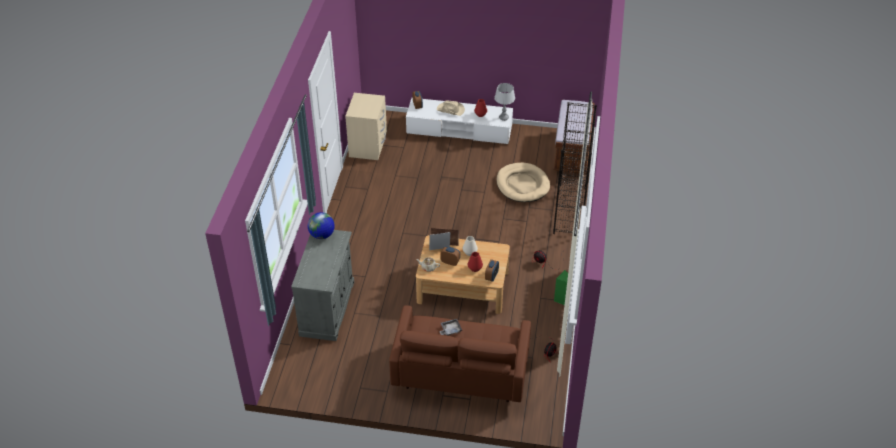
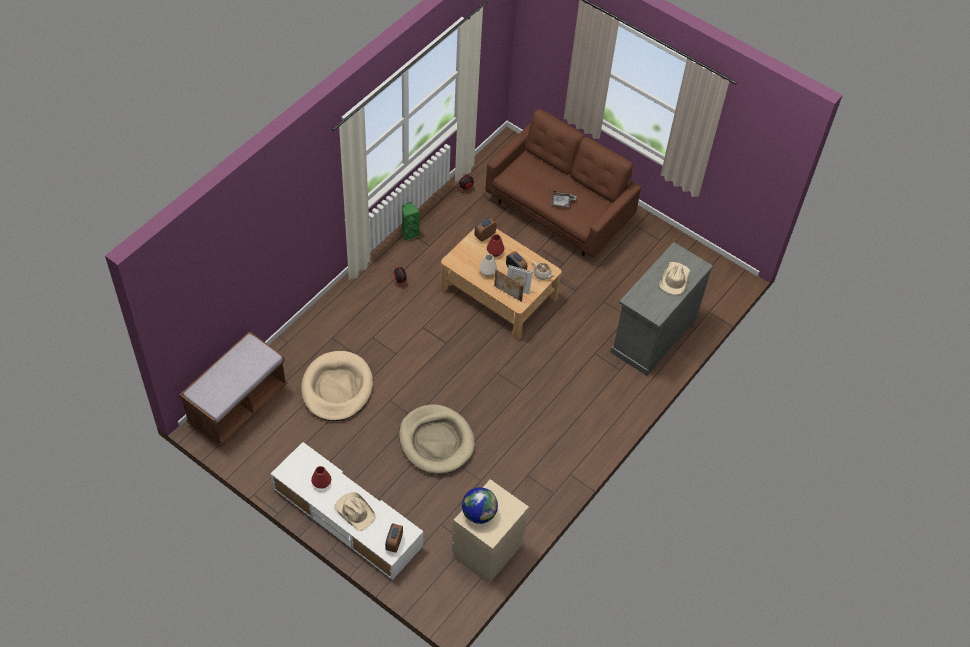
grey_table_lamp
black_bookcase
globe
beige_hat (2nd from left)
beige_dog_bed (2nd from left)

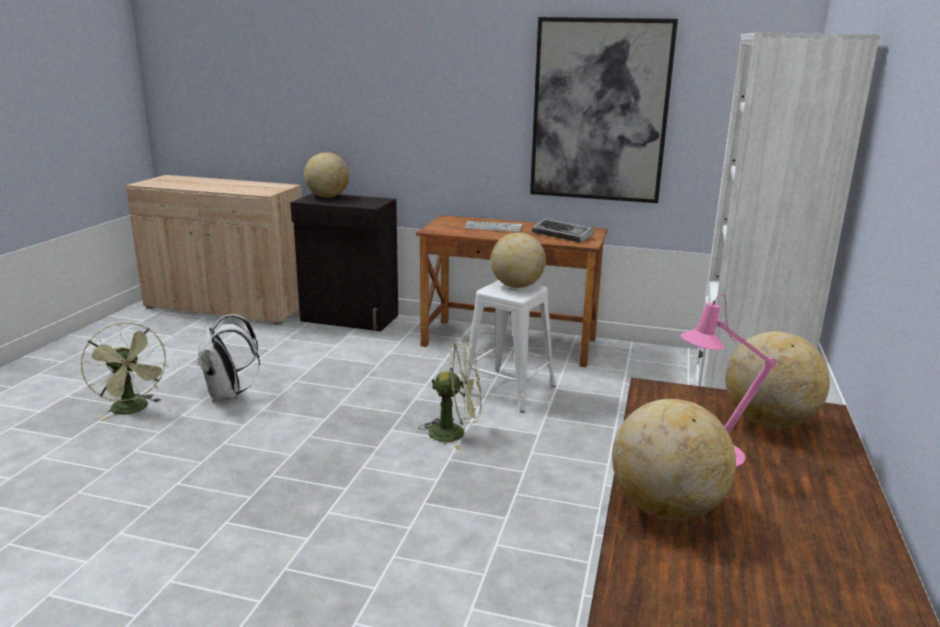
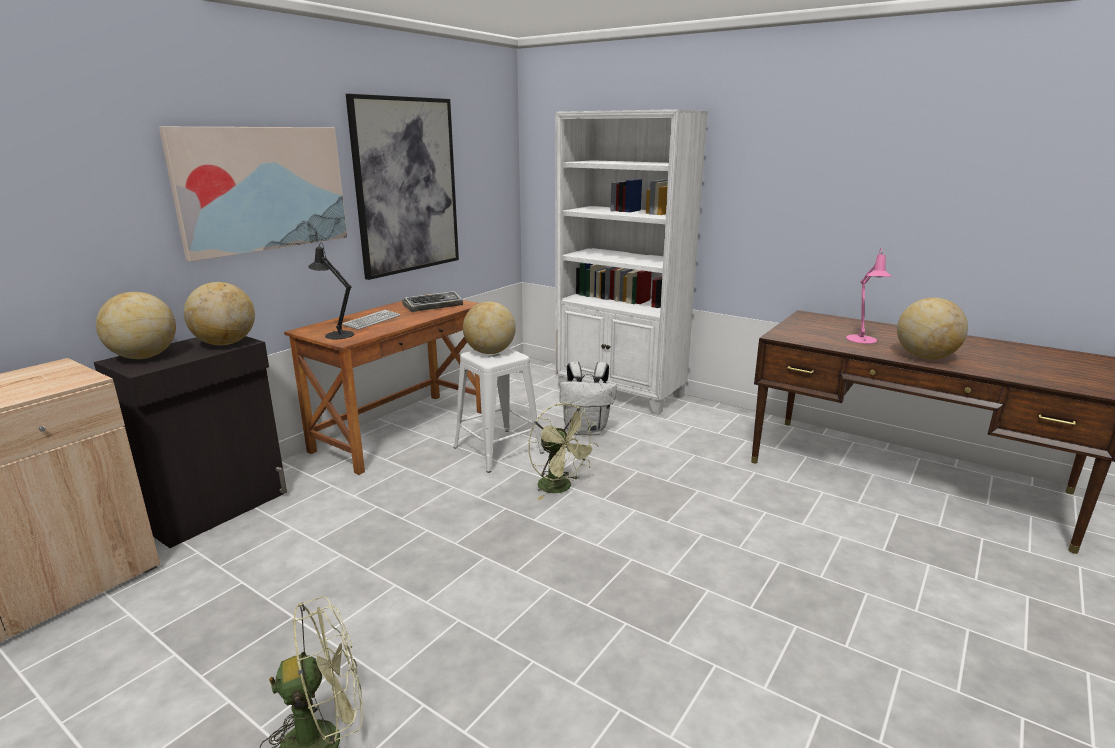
white_backpack
globe (2nd from left)
green_fan (2nd from left)
picture (1st from left)
black_table_lamp

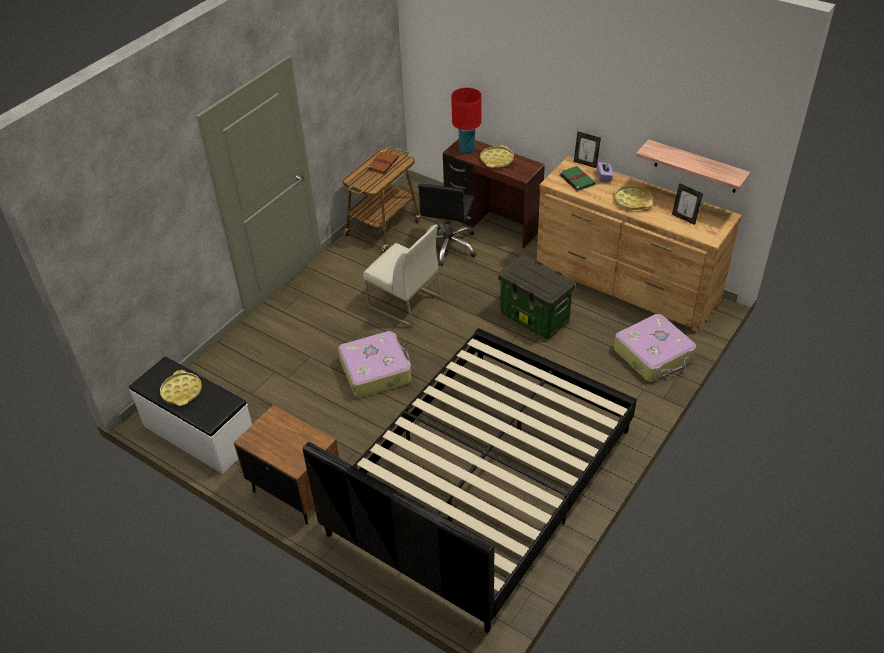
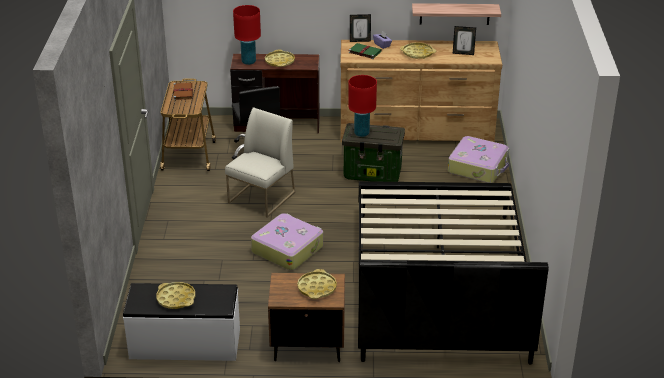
white_chair
red_table_lamp (2nd from left)
yellow_tray (3rd from left)

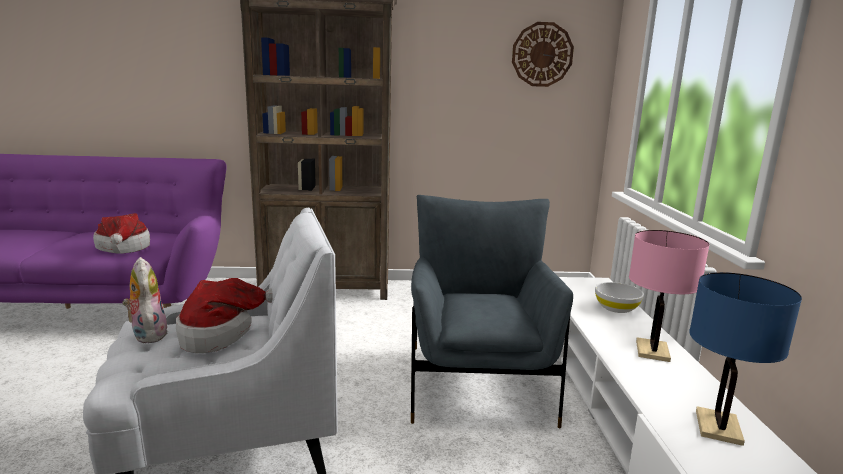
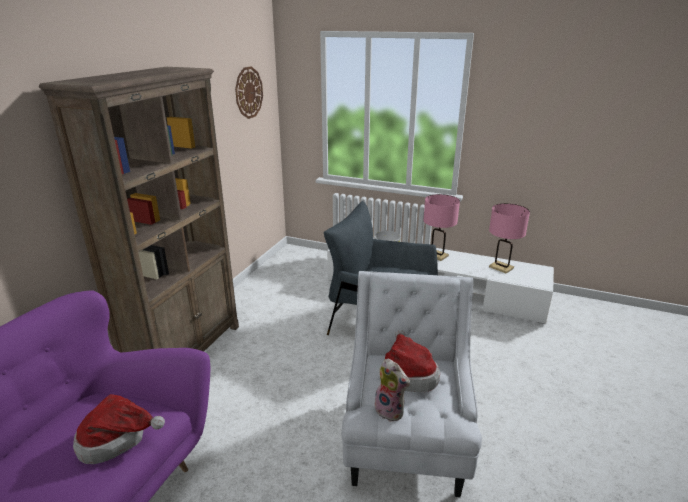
plush_toy
pink_table_lamp (2nd from left)

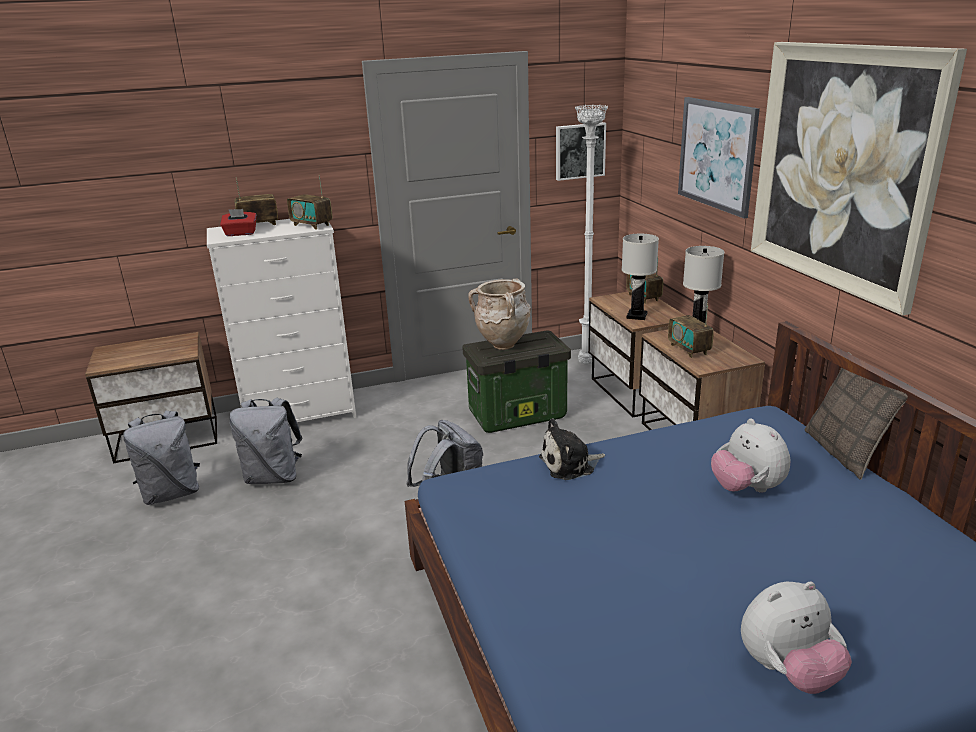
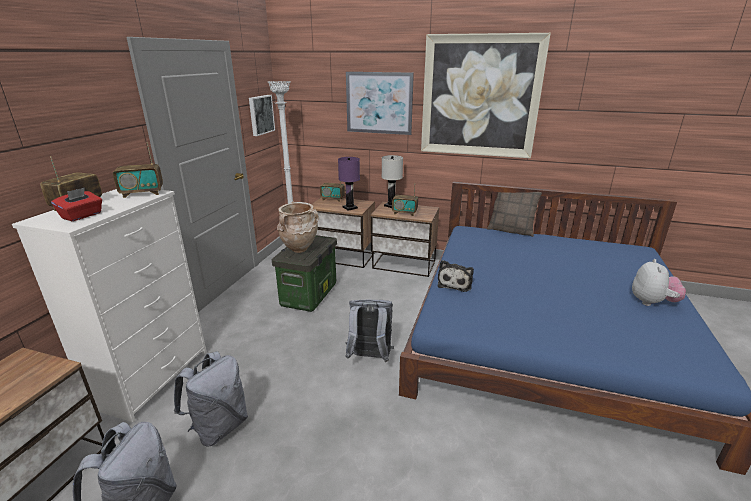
purple_table_lamp
plush_toy (2nd from left in the first image)

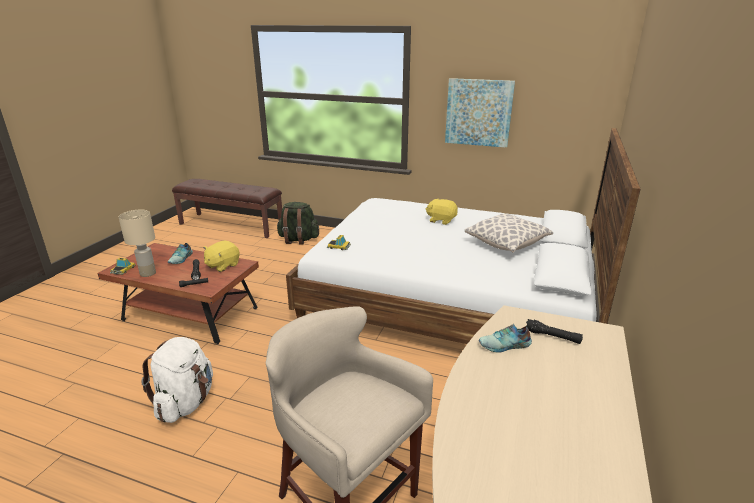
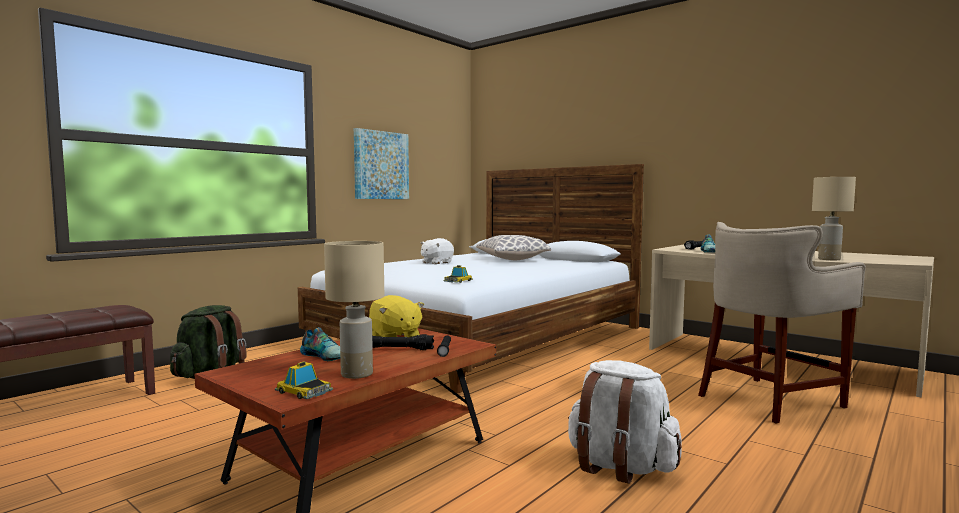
white_plush_toy
beige_table_lamp (2nd from left)

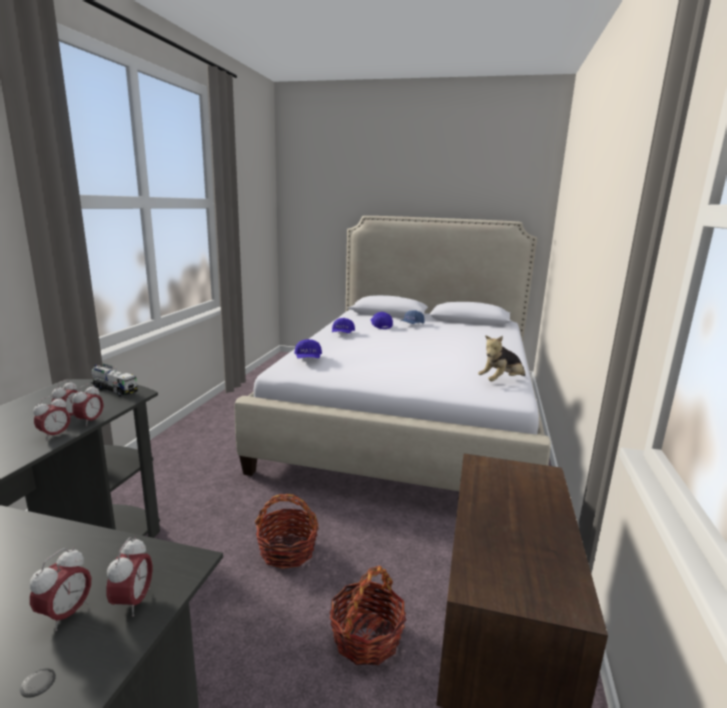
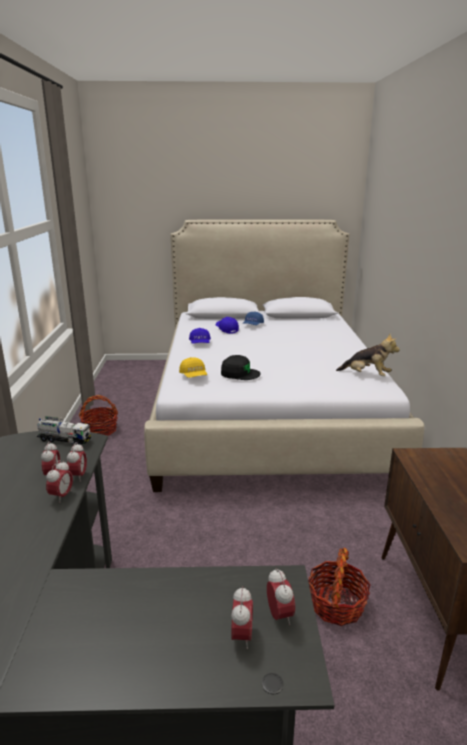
plush_toy
yellow_cap
basket (1st from left)
black_cap

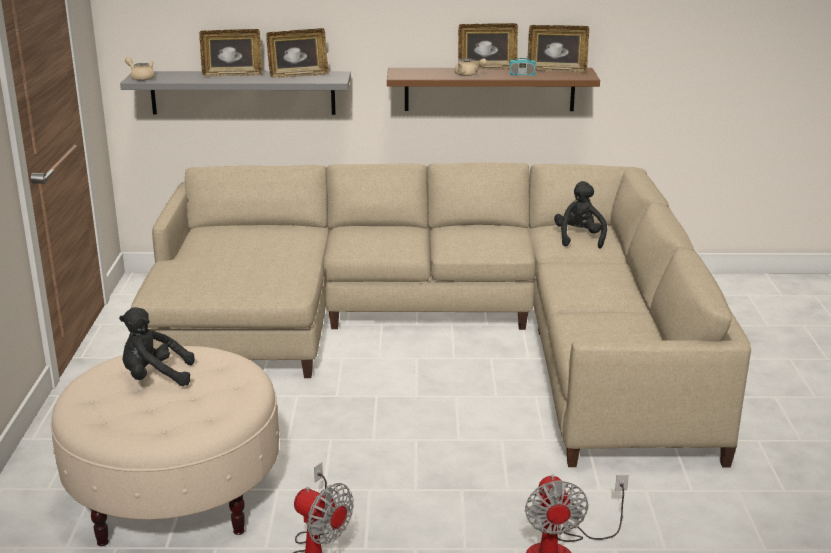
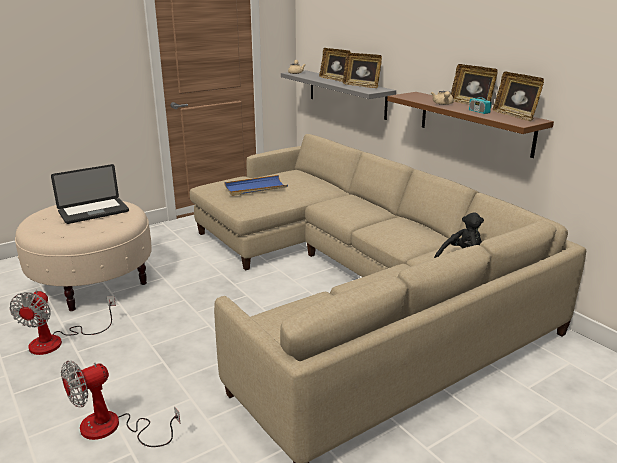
laptop
blue_tray

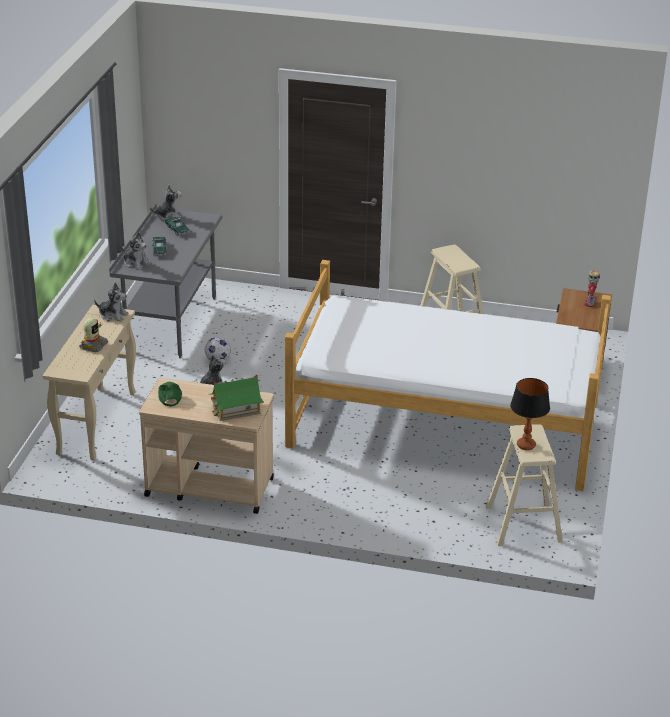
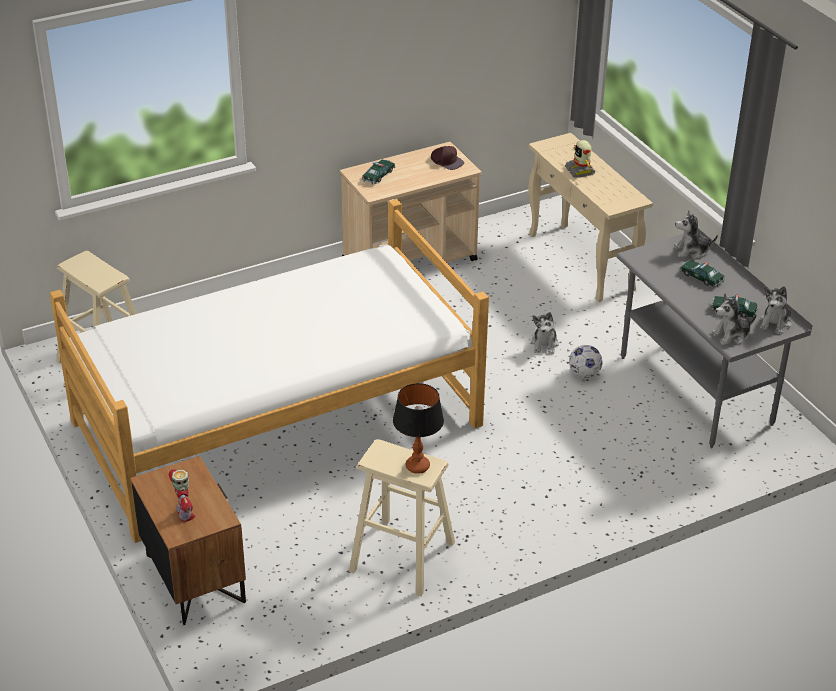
plush_toy (3rd from left)
toy_car (1st from left)
table_lamp
brown_cap

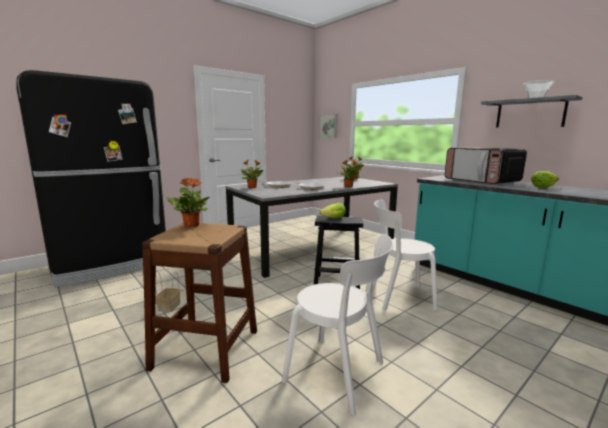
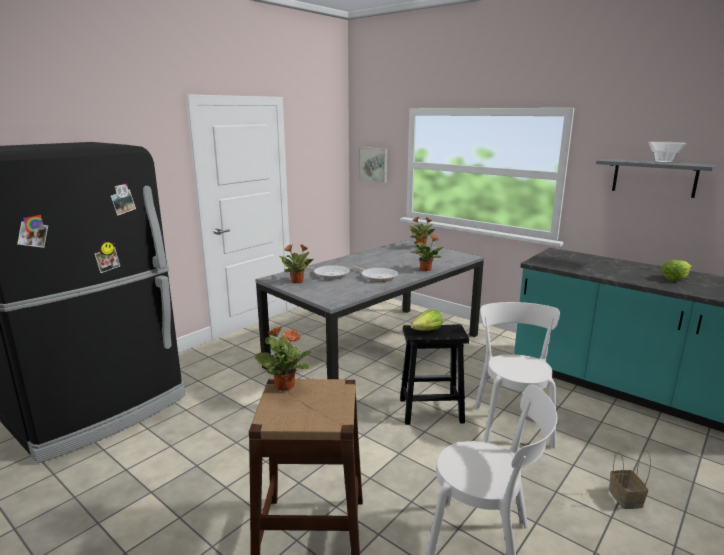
microwave
white_chair (2nd from left)
basket

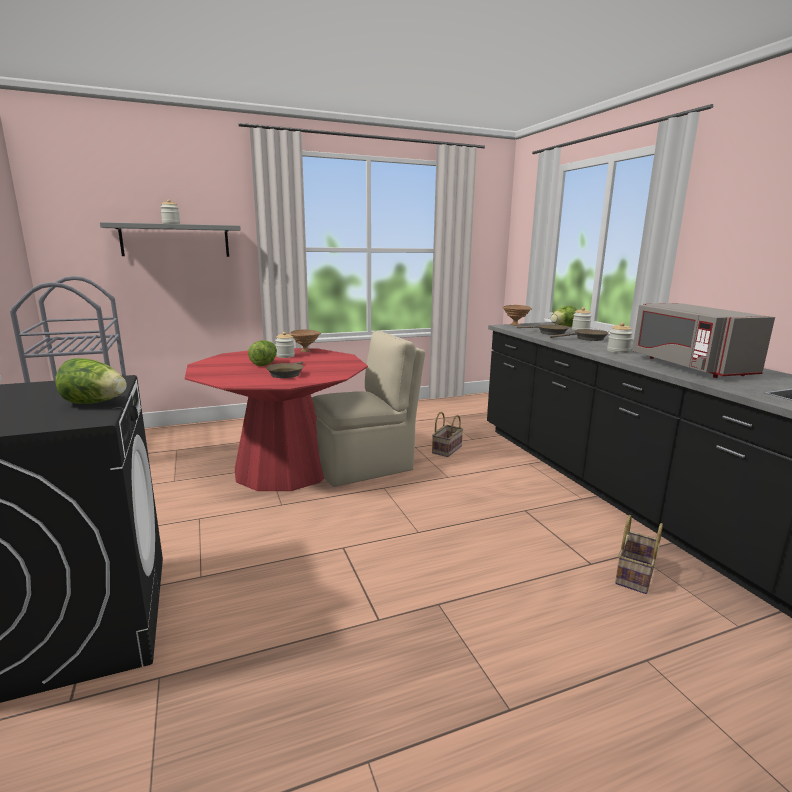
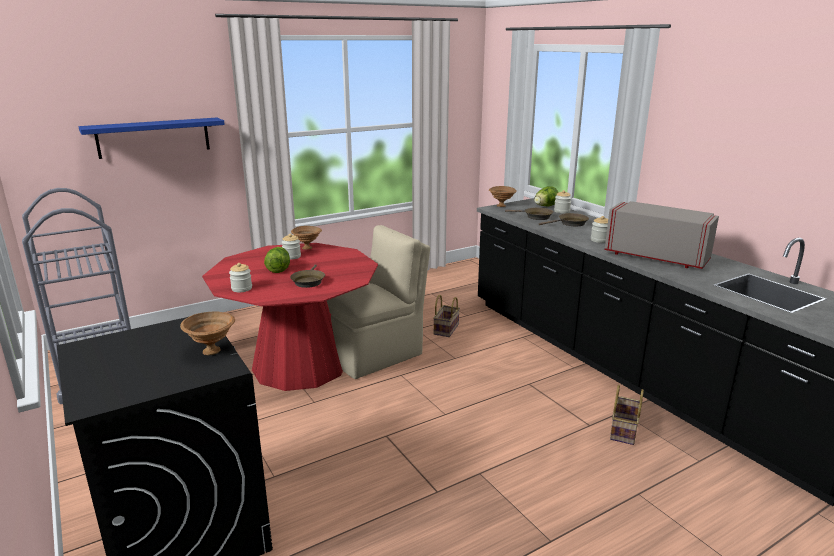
jar (1st from left)
blue_shelf
grey_microwave
brown_bowl (1st from left)

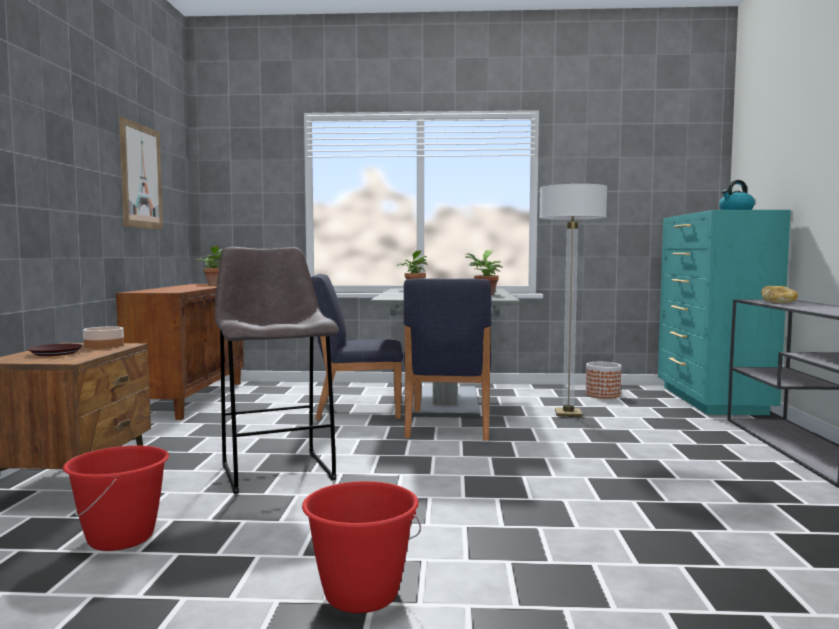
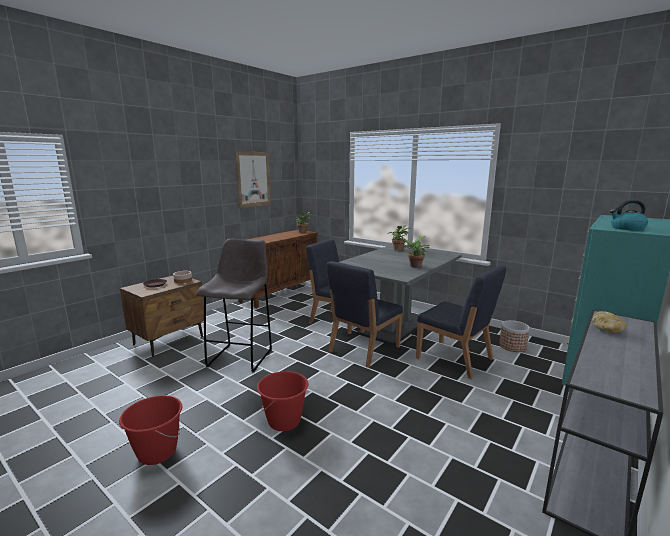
blue_chair (3rd from left)
red_bucket (2nd from left)

